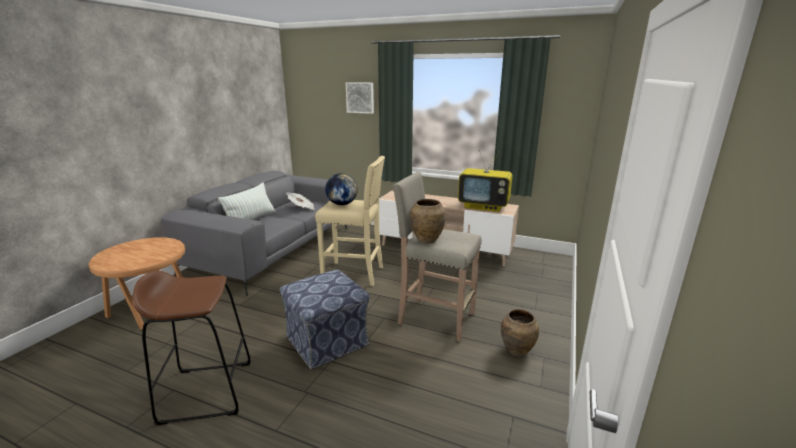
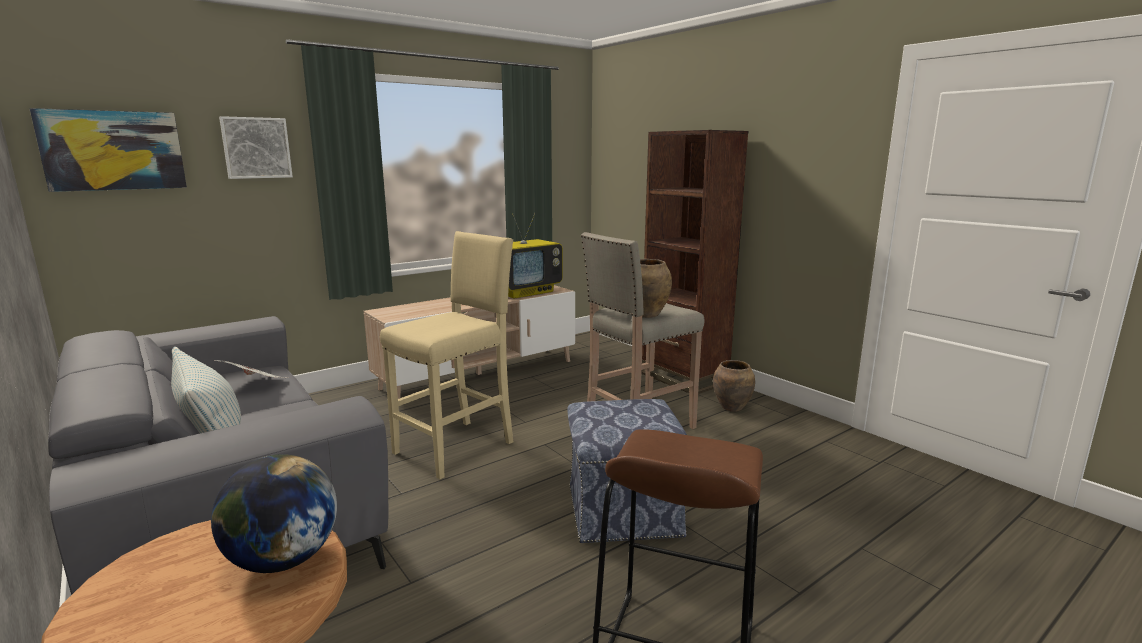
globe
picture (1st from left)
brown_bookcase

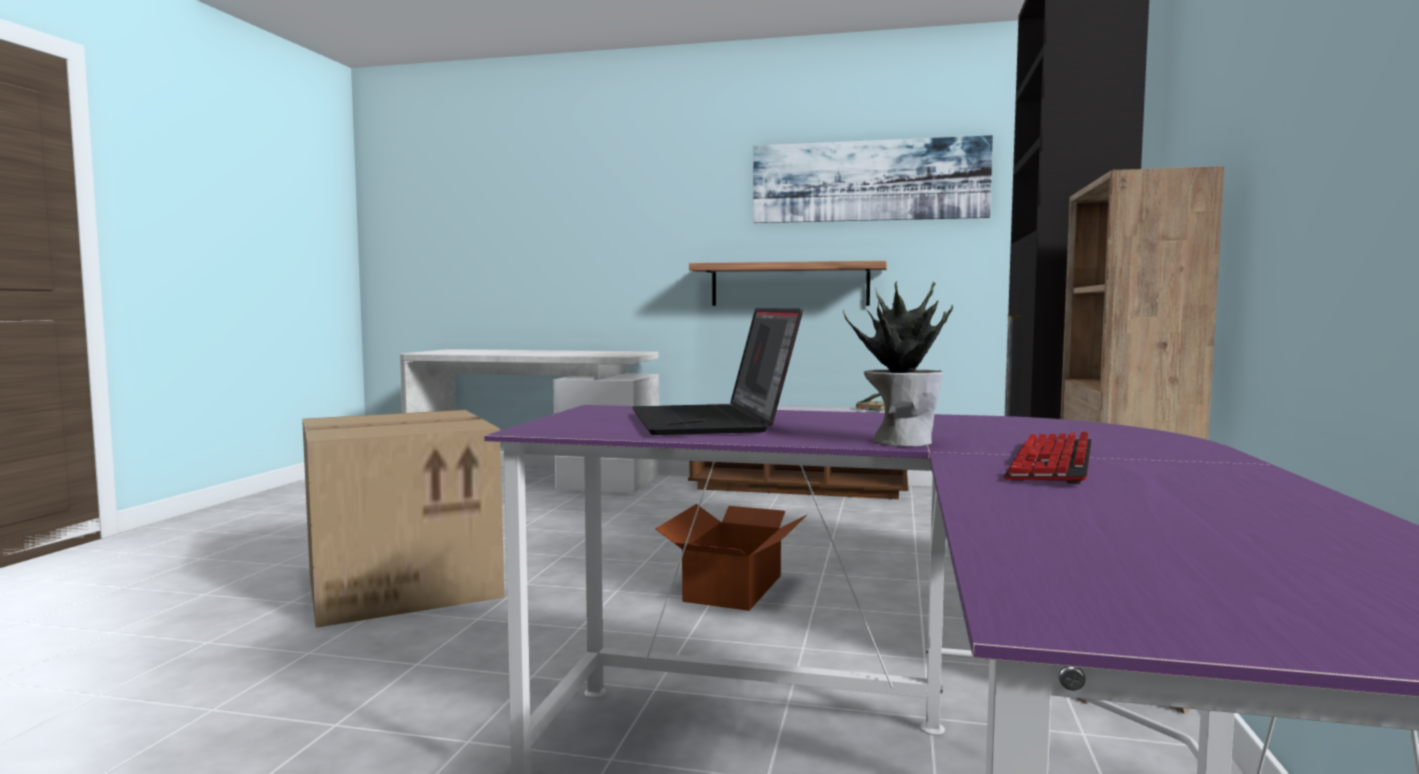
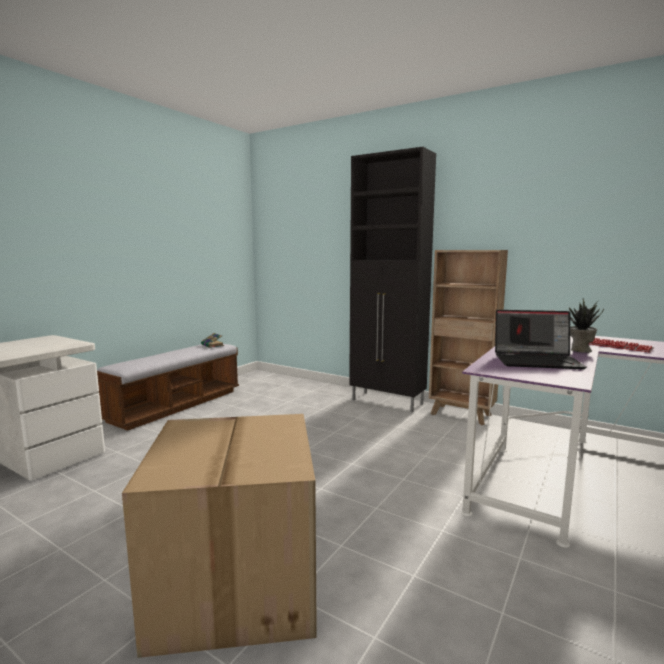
picture
shelf
cardboard_box (2nd from left in the first image)

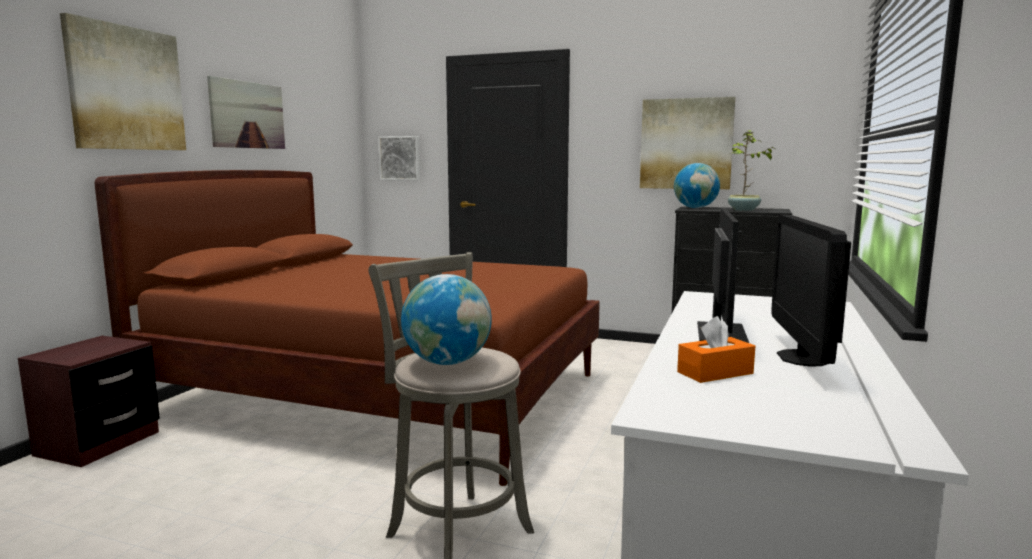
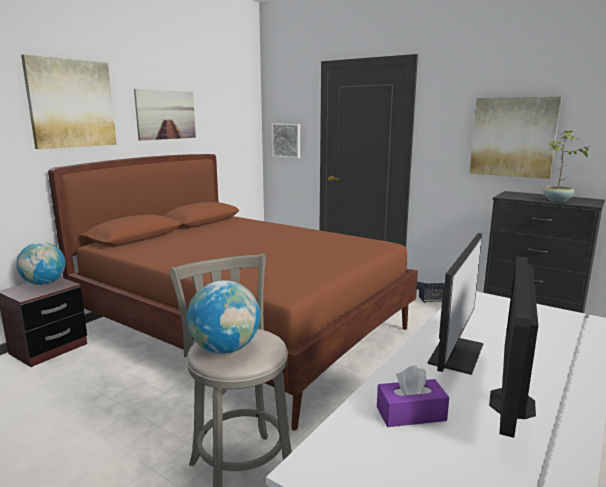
globe (1st from left)
purple_tissue_box
speaker

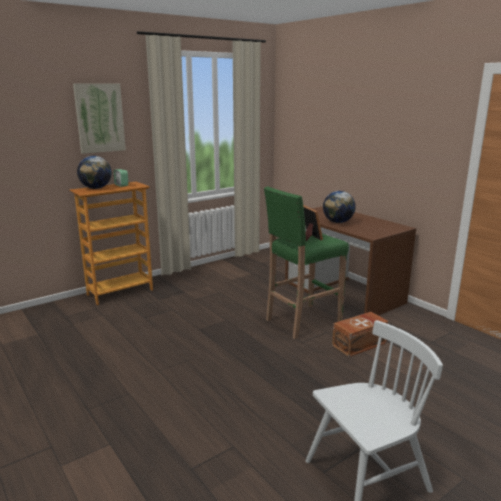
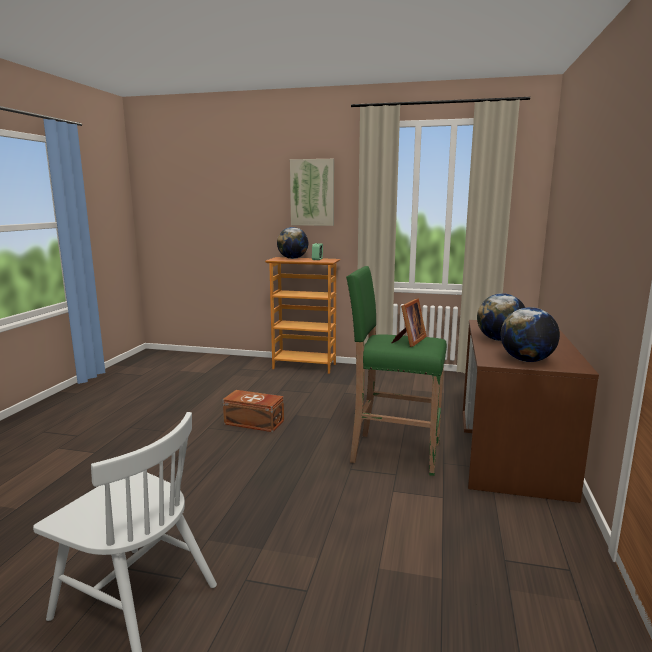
brown_storage_box
globe (3rd from left)

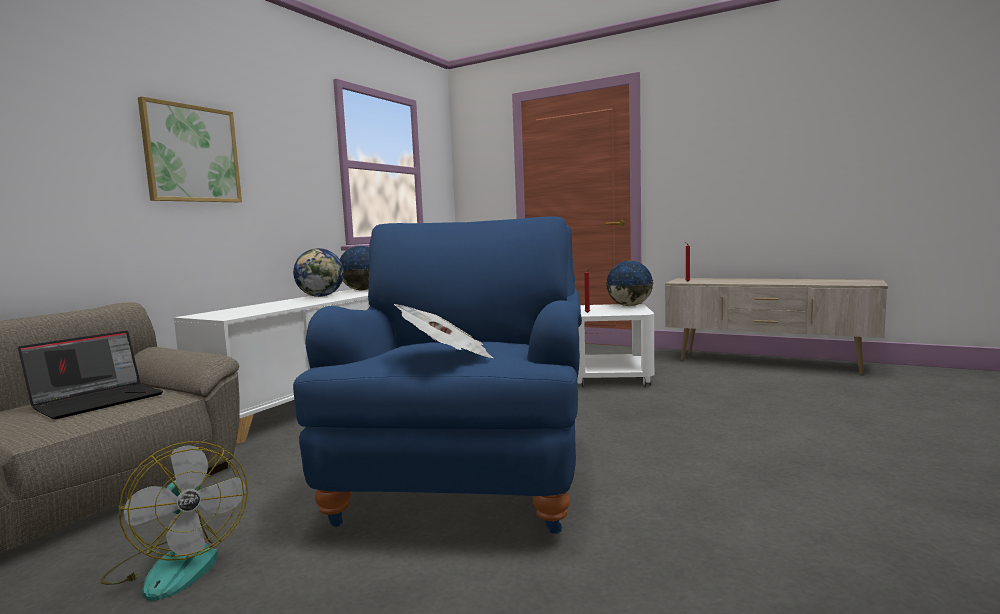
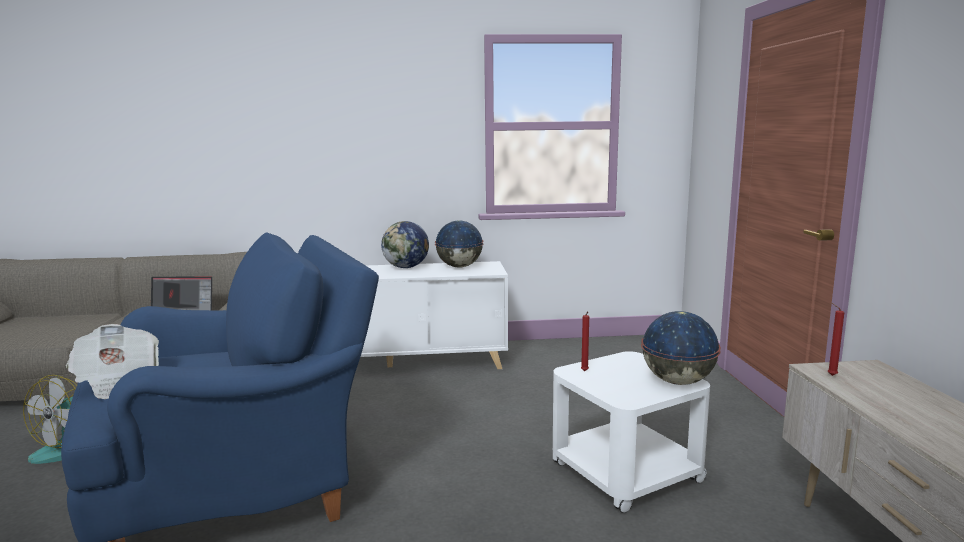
picture

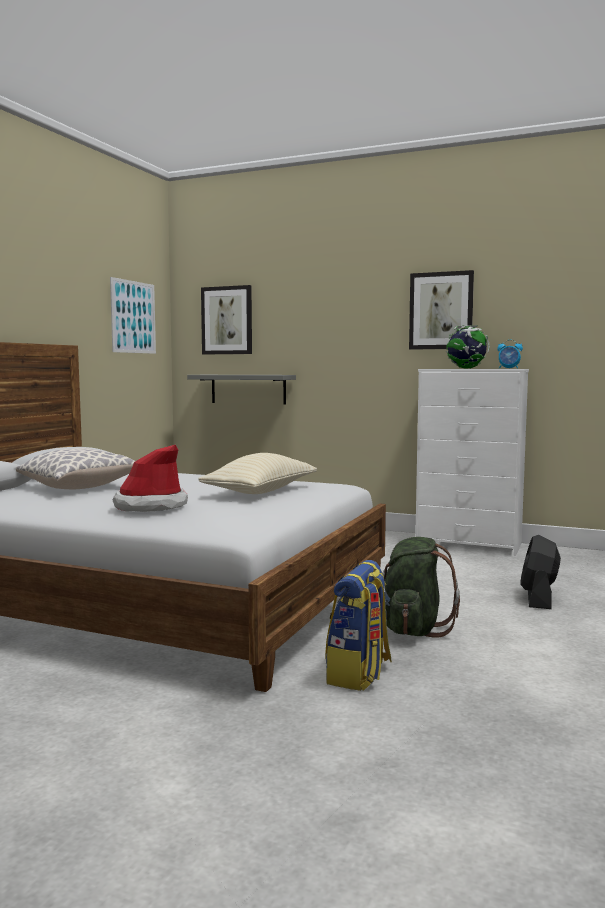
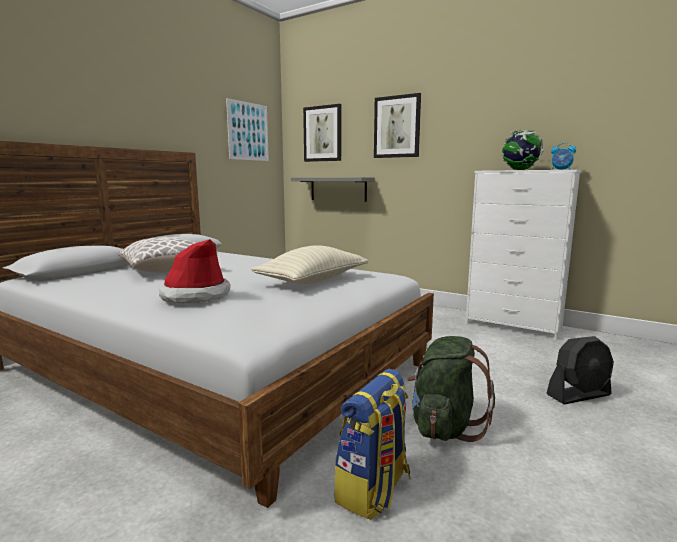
picture (3rd from left)
black_fan

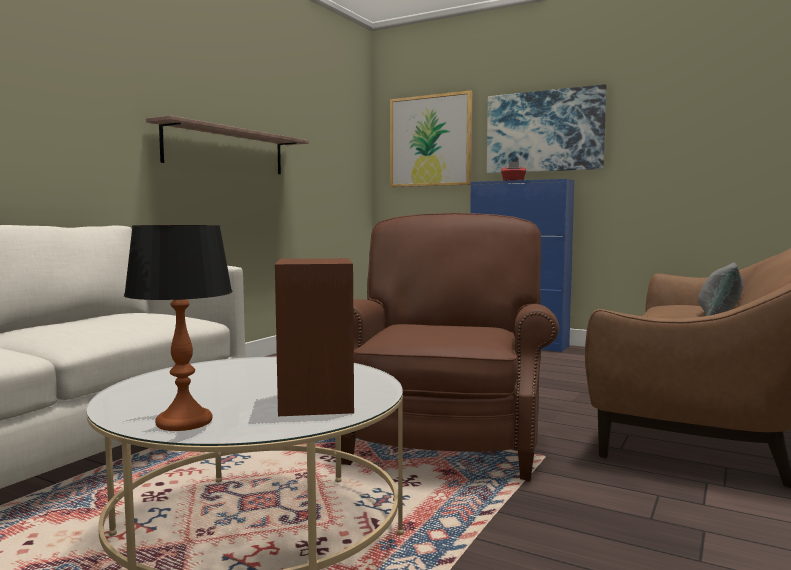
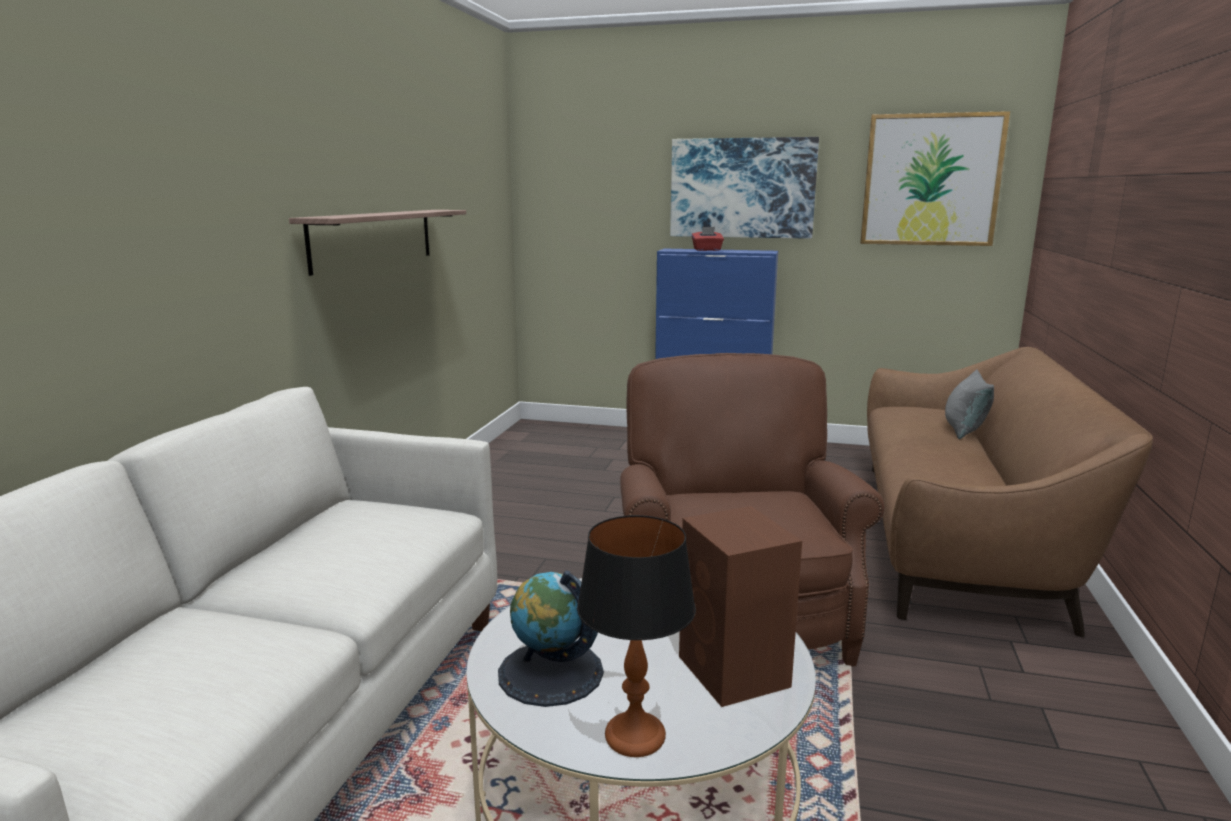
picture (2nd from left)
globe

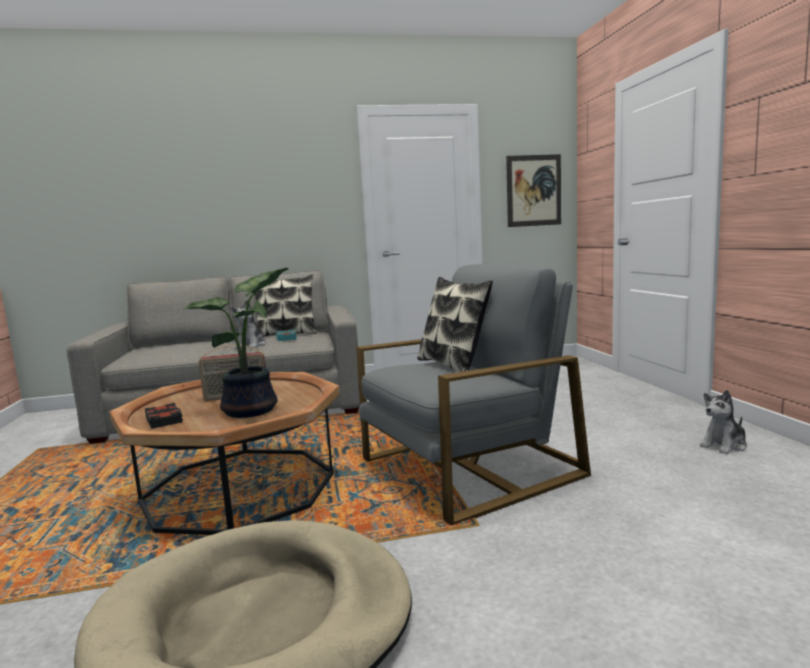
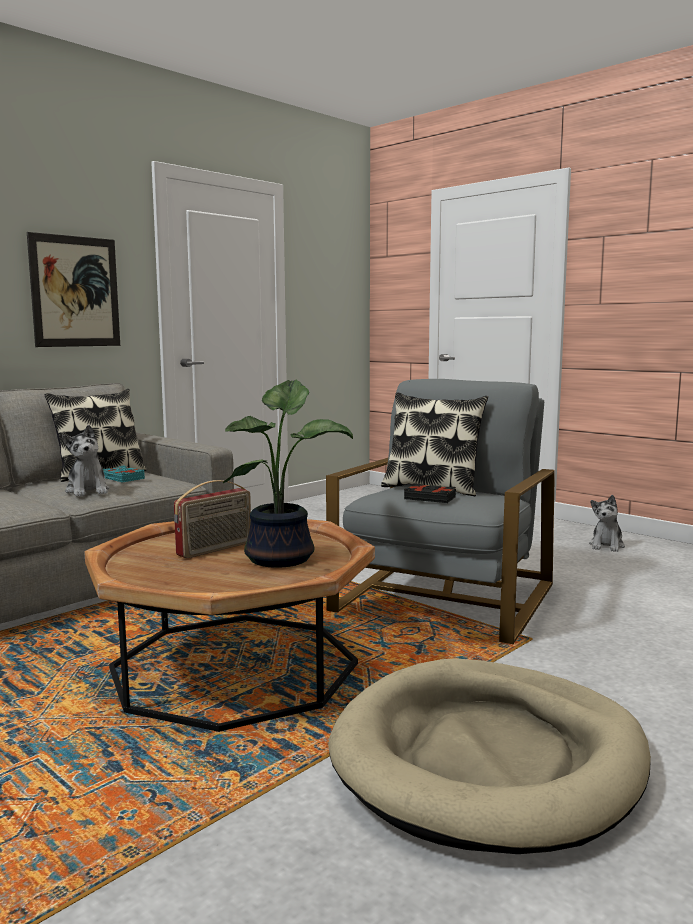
picture
black_book

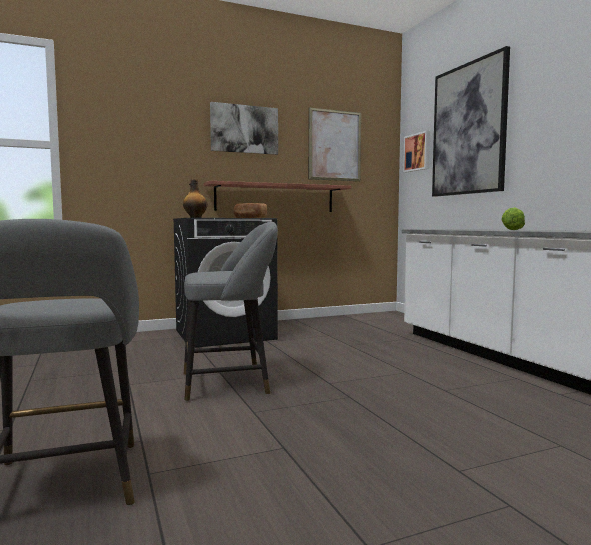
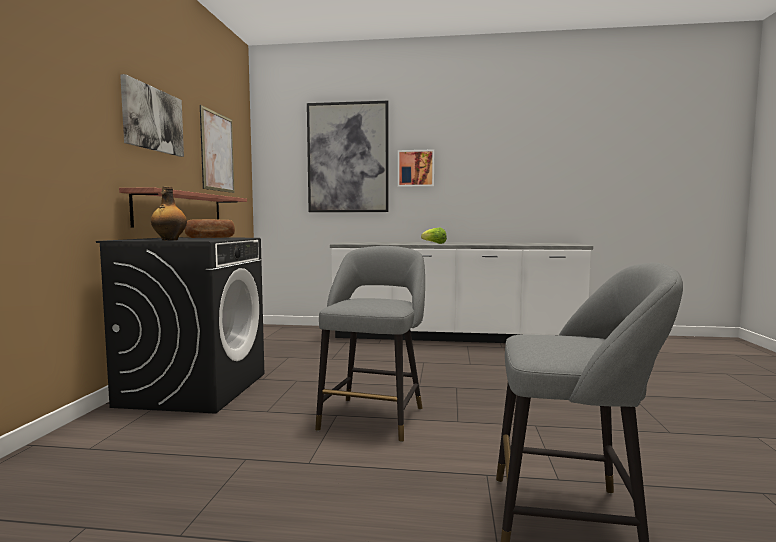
picture (4th from left)

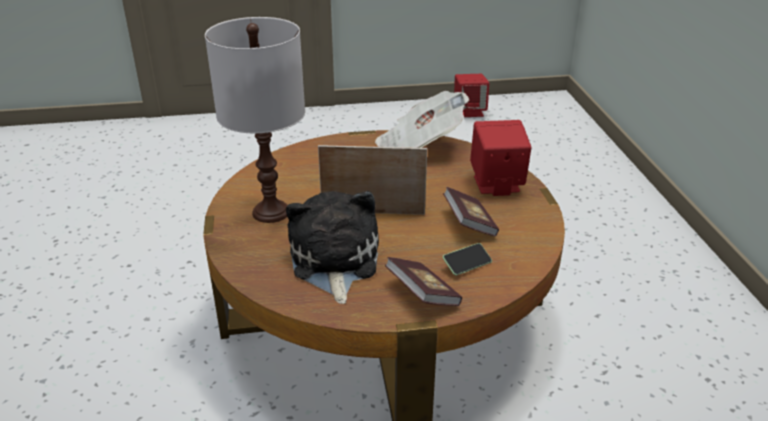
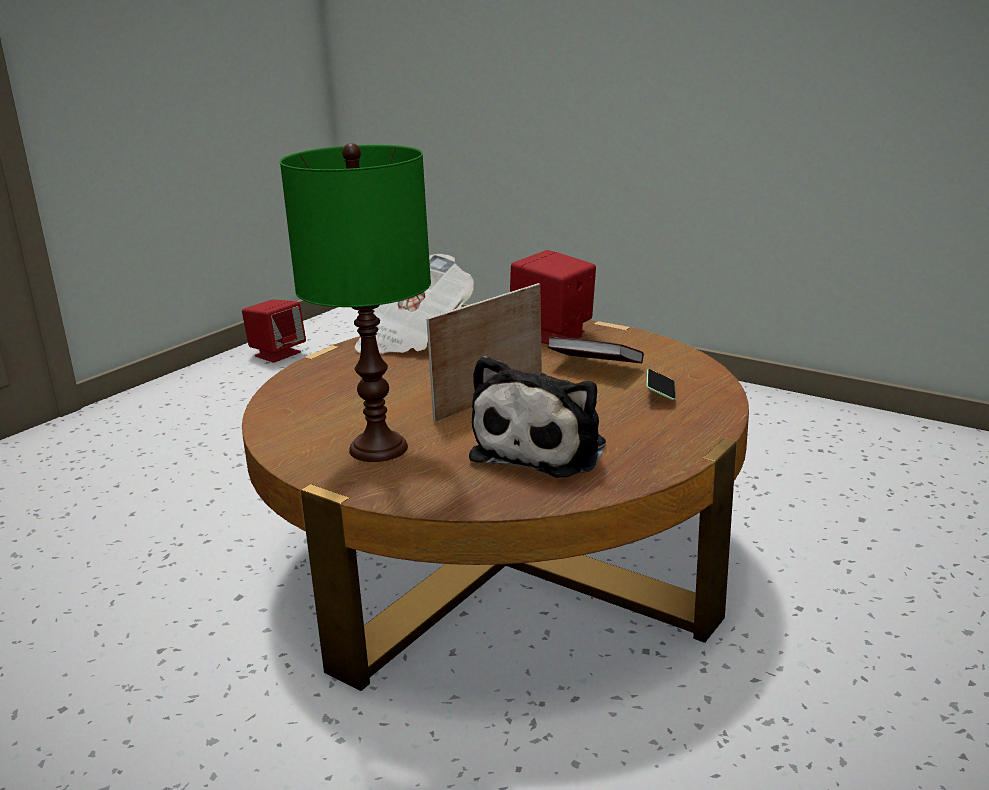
green_table_lamp
plush_toy
book (1st from left in the first image)

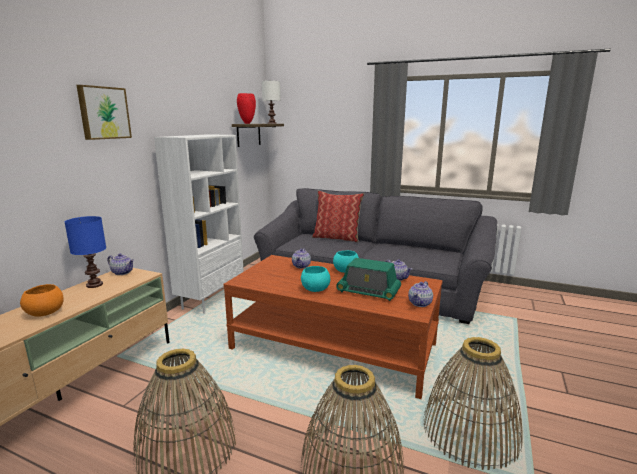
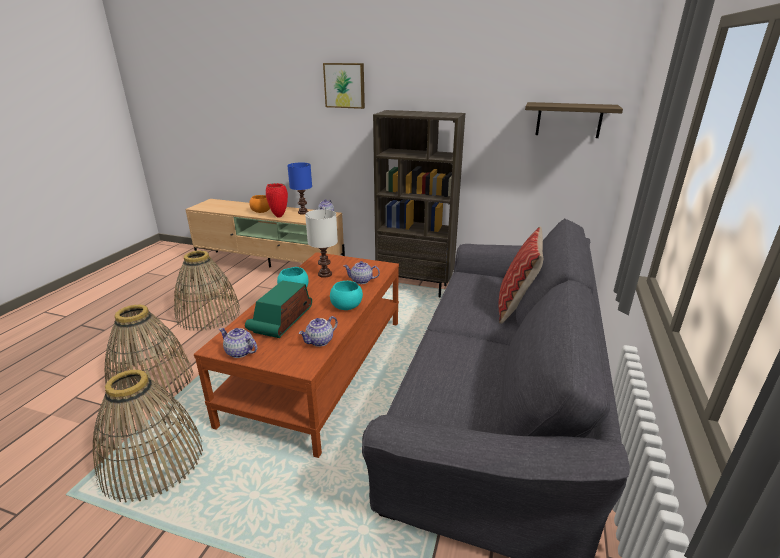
white_table_lamp
red_vase
brown_bookcase

